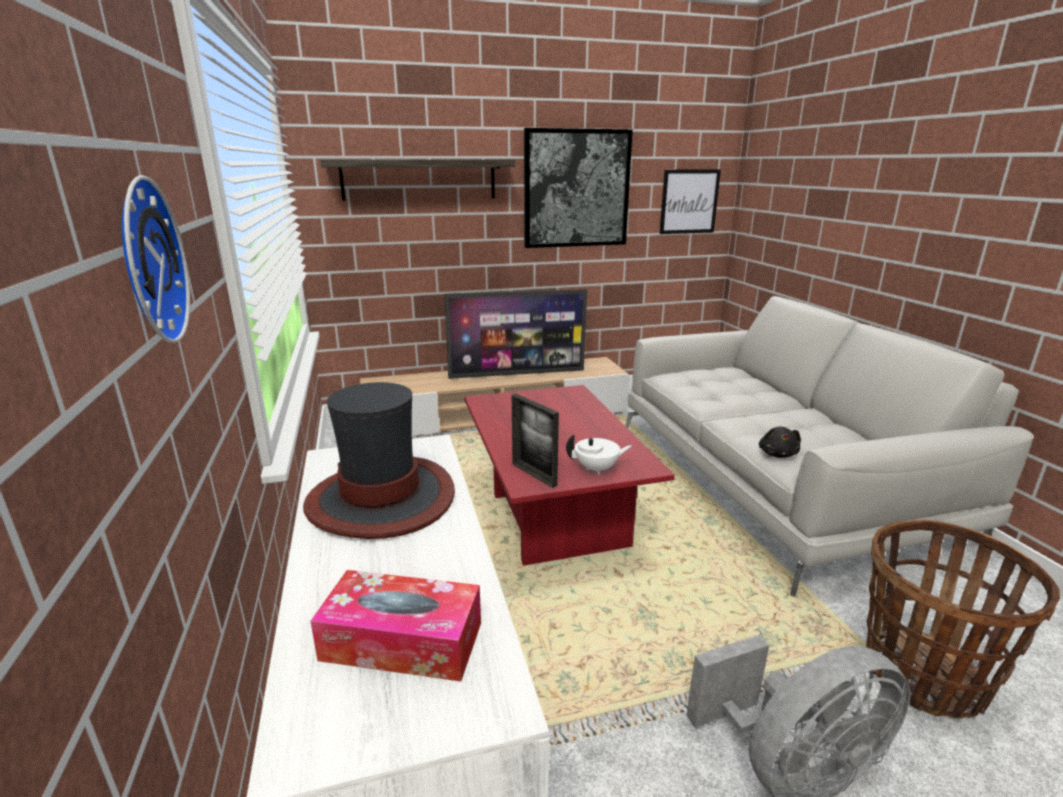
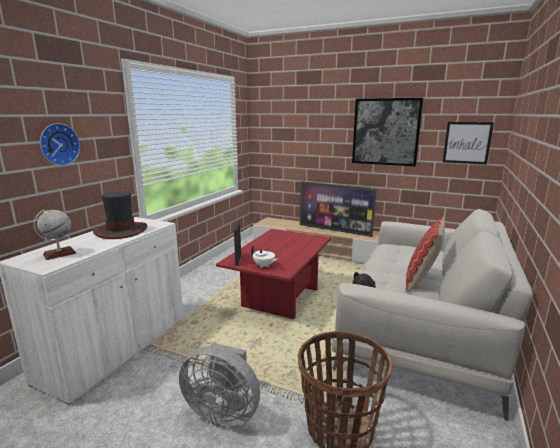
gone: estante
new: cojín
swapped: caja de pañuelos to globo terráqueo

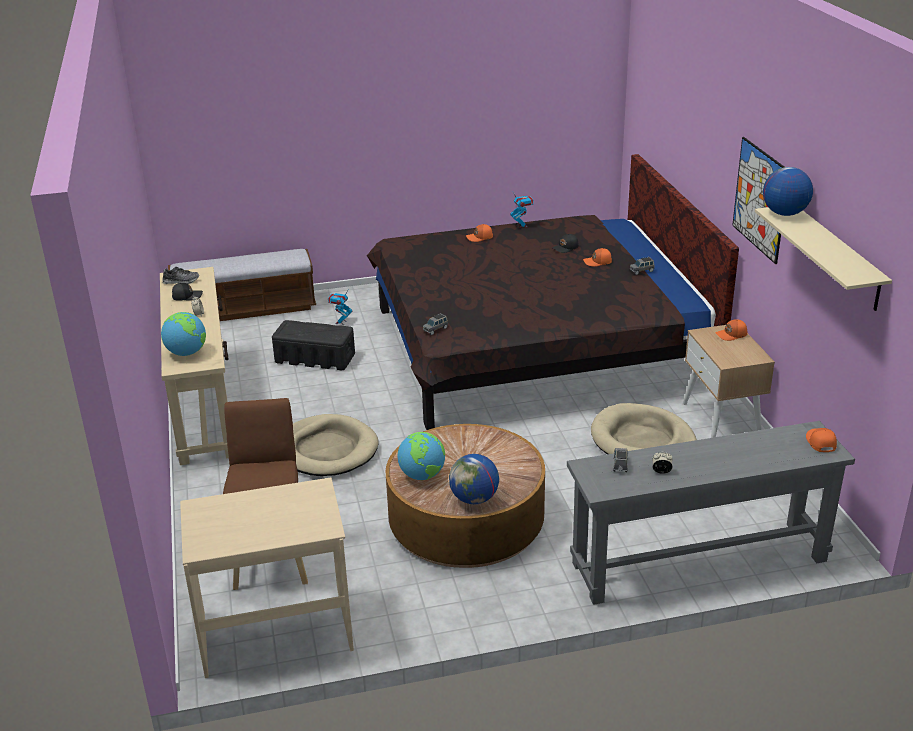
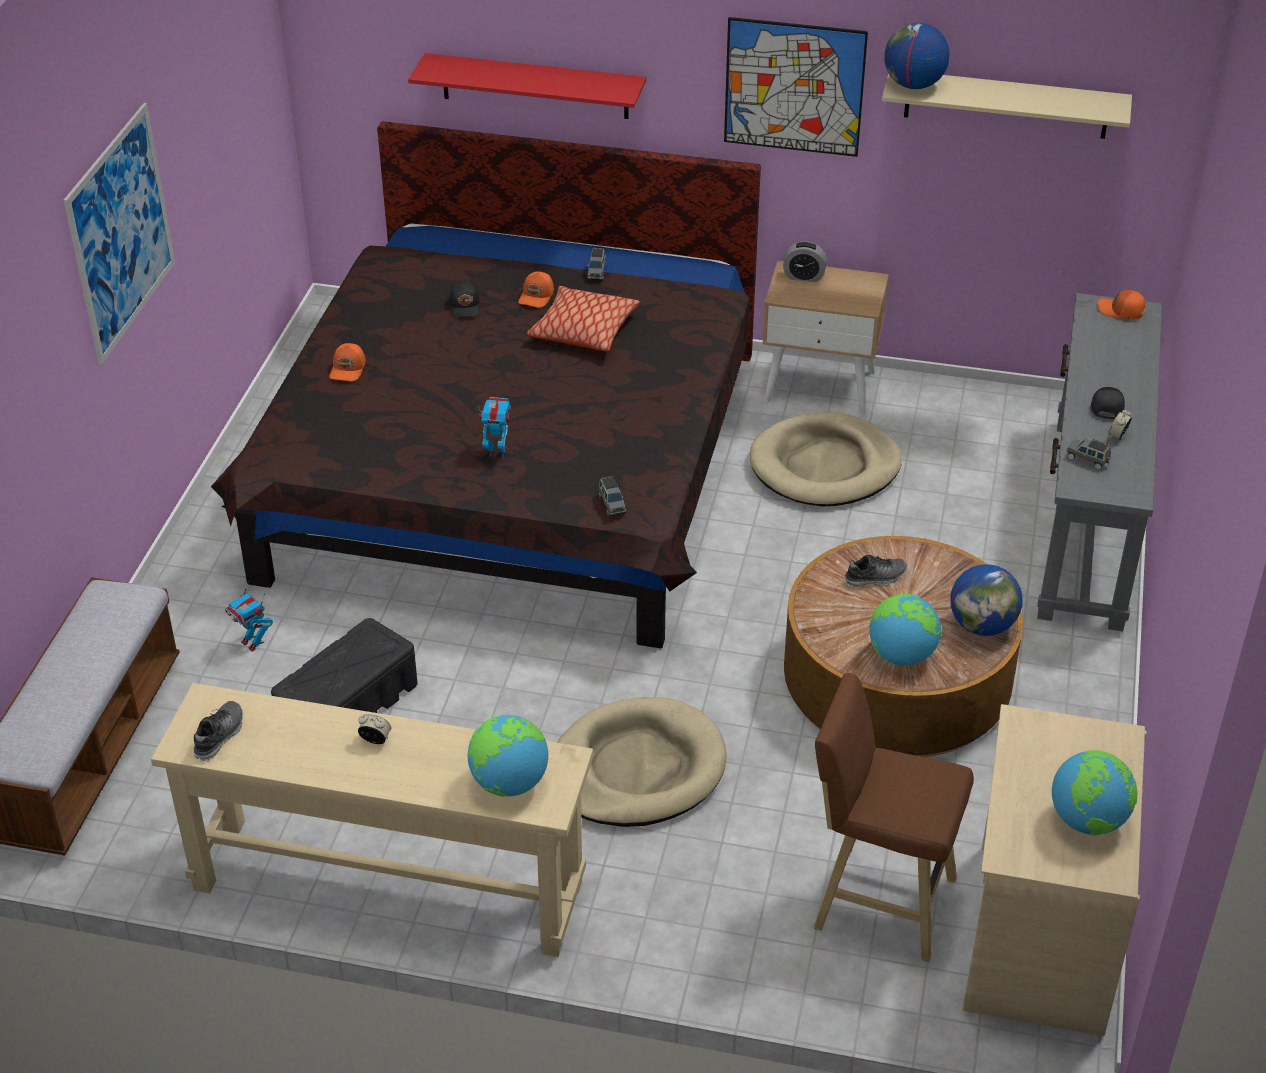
new: cuadro (no. 1 from left); estante/rojo; cojín; zapato (no. 2 from left); globo terráqueo (no. 5 from left)
shifted: gorra/negro (no. 1 from left in the first image) to gorra/negro (no. 2 from left); robot de juguete (no. 2 from left)
swapped: gorra/naranja (no. 3 from left) to despertador (no. 2 from left)

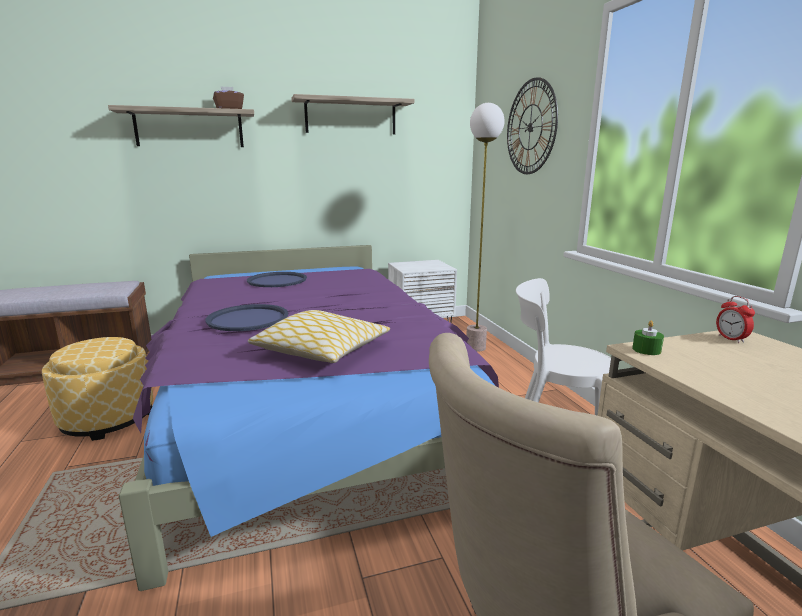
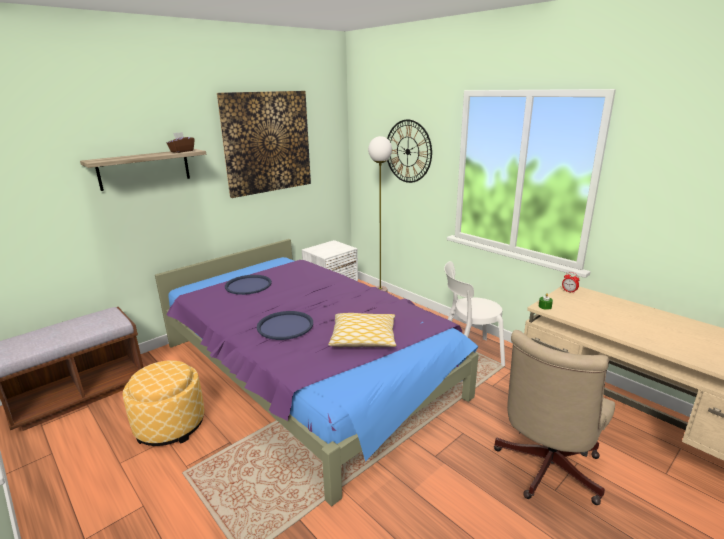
swapped: estante (no. 2 from left) to cuadro

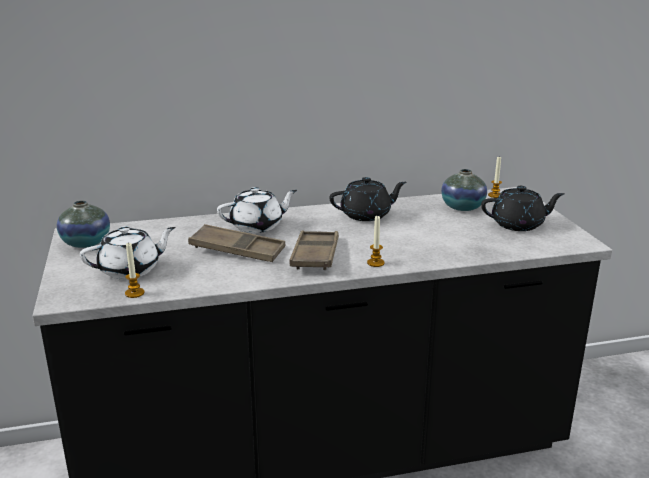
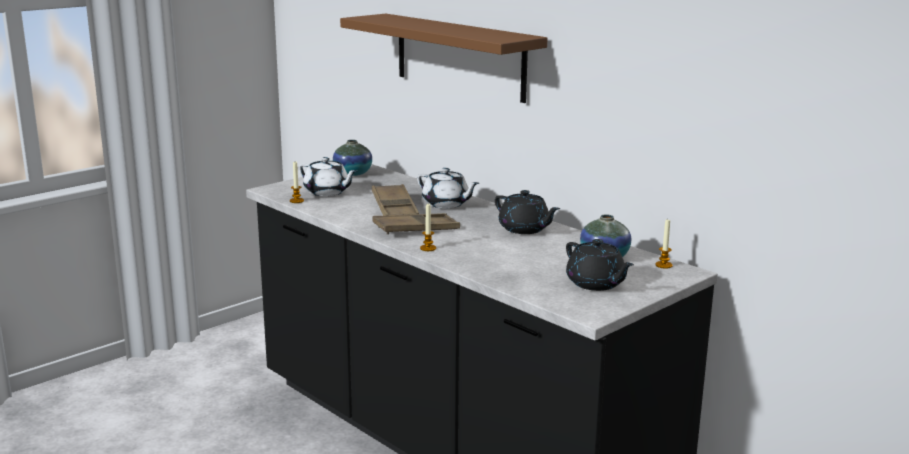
new: estante/marrón

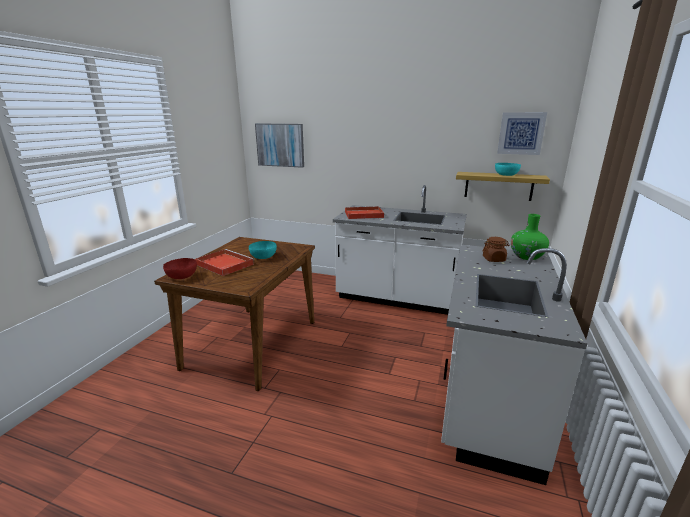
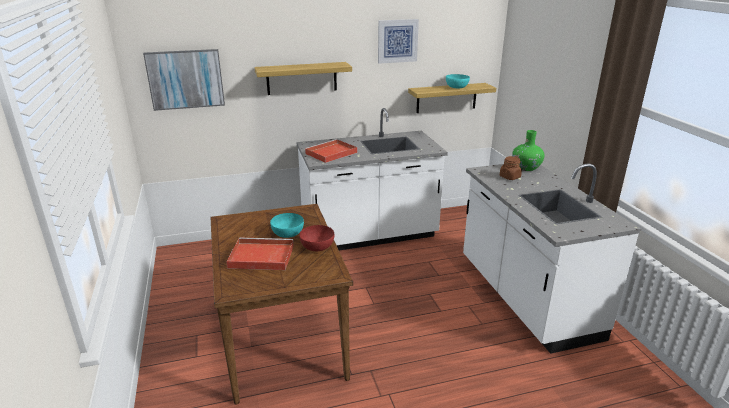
new: estante (no. 1 from left)
shifted: cuenco/rojo; cuadro (no. 2 from left)

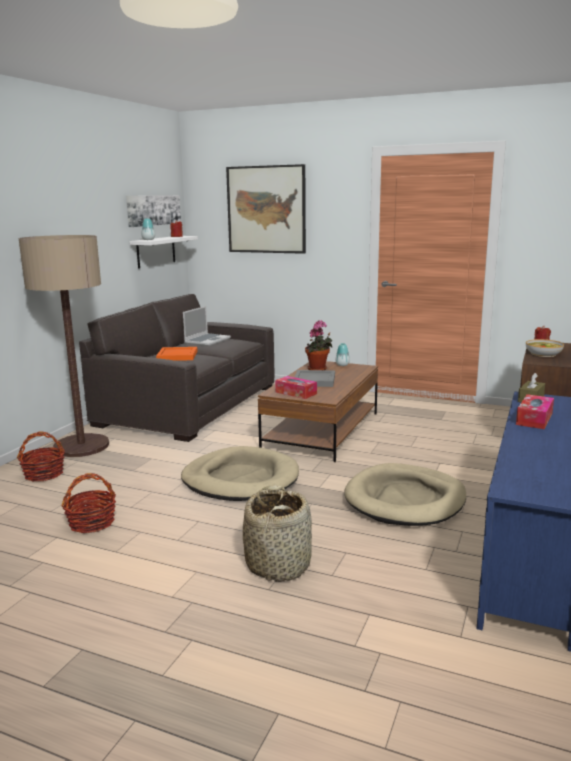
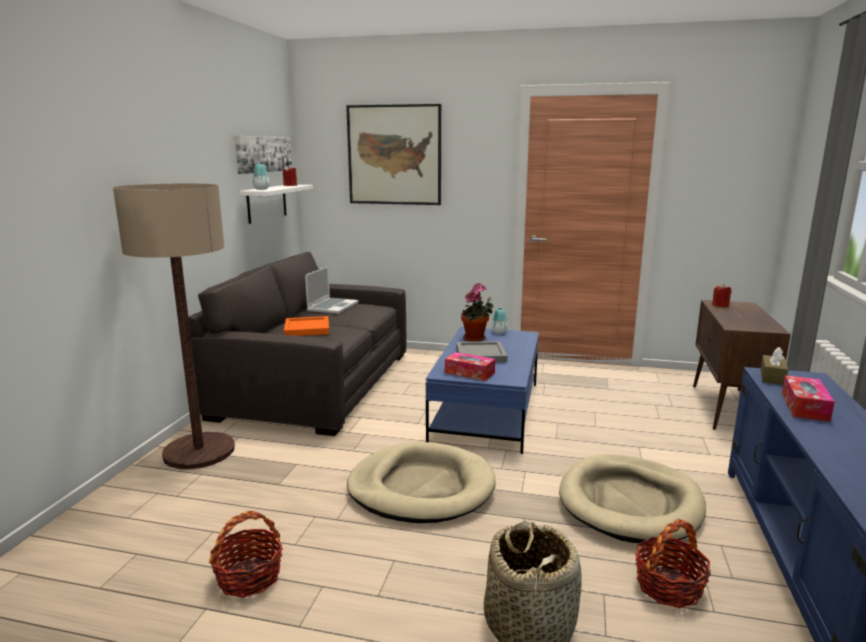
gone: cuenco
shifted: cesta (no. 1 from left in the first image) to cesta (no. 3 from left)
repainted: mesa de centro/marrón to mesa de centro/azul

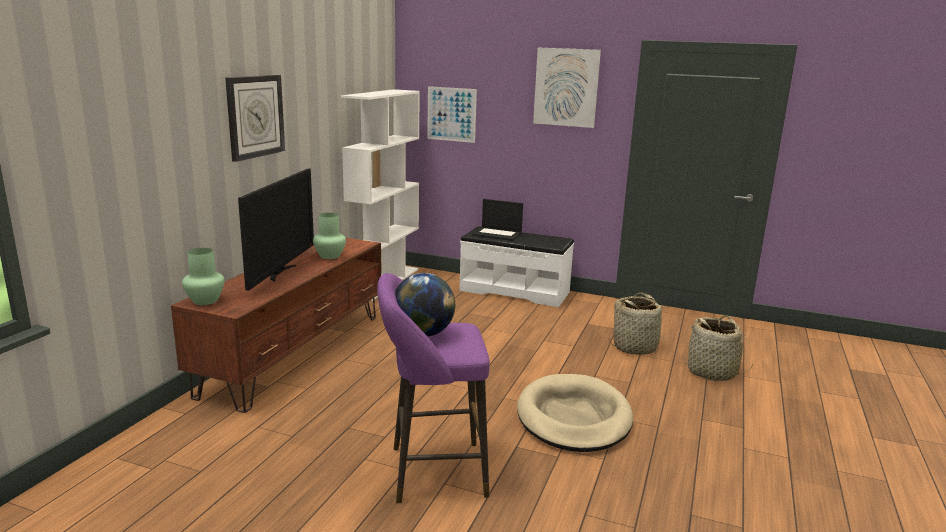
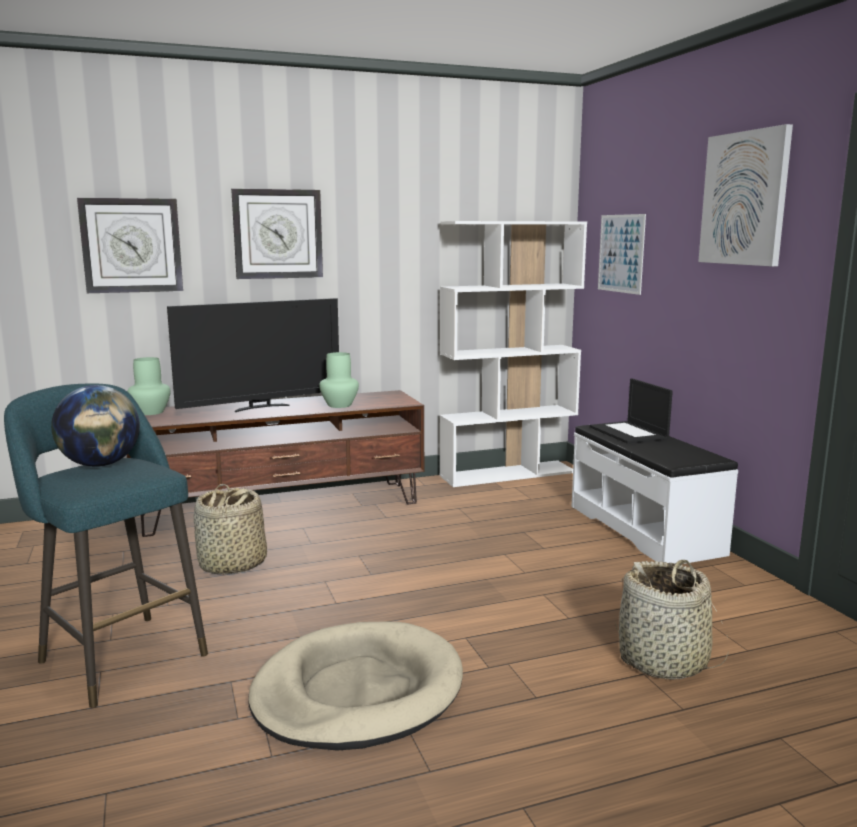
new: reloj de pared (no. 1 from left)
shifted: cesta (no. 2 from left in the first image) to cesta (no. 1 from left)
repainted: taburete/morado to taburete/turquesa

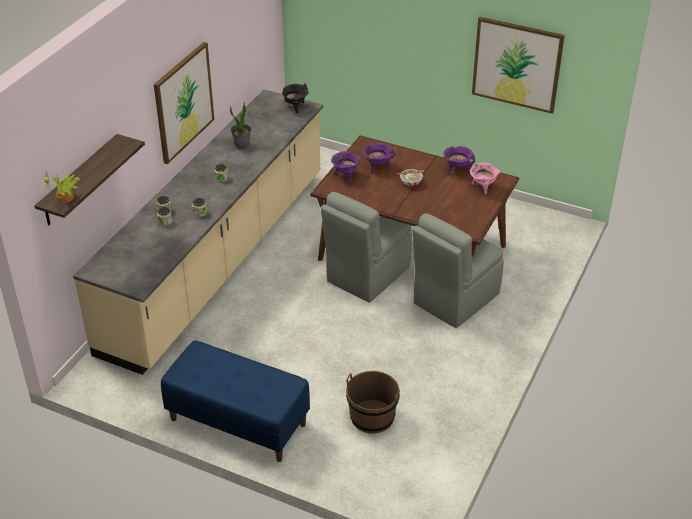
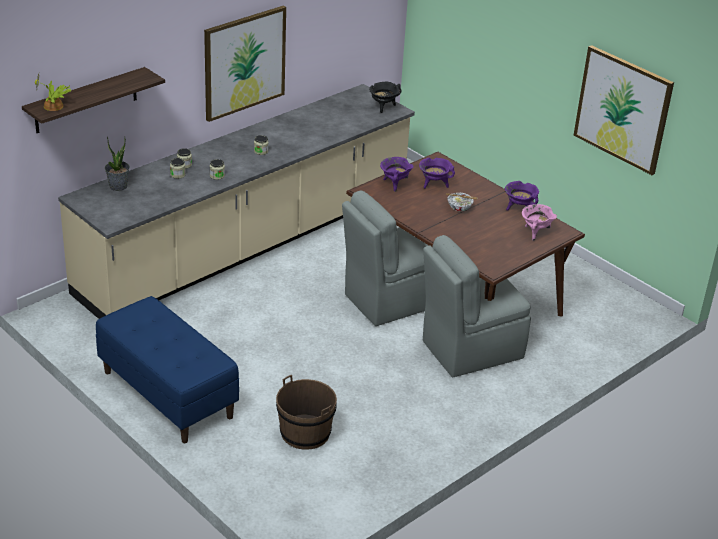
shifted: planta en maceta (no. 2 from left)

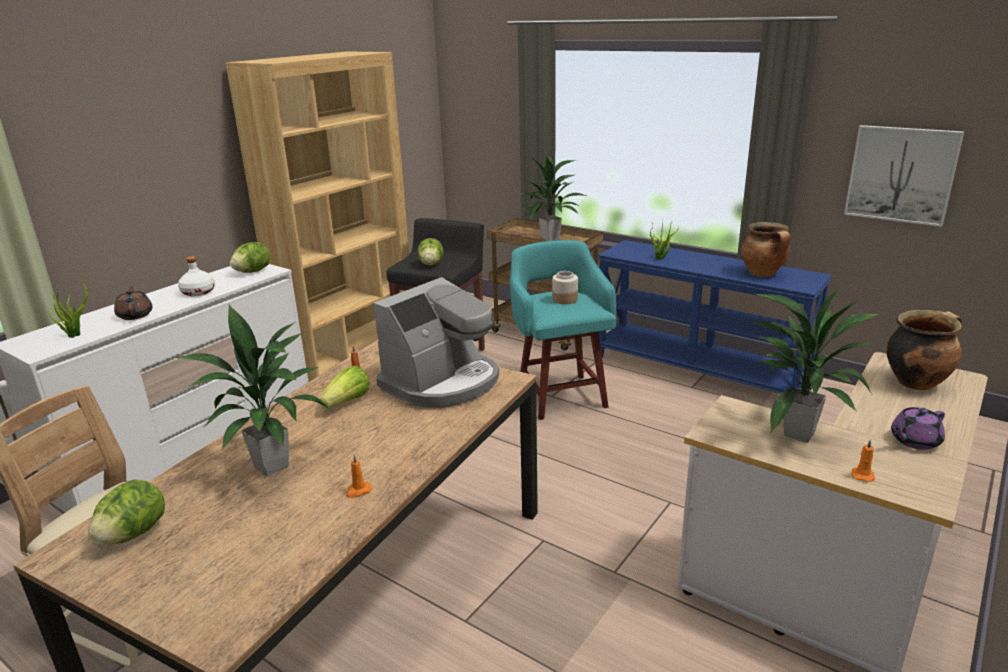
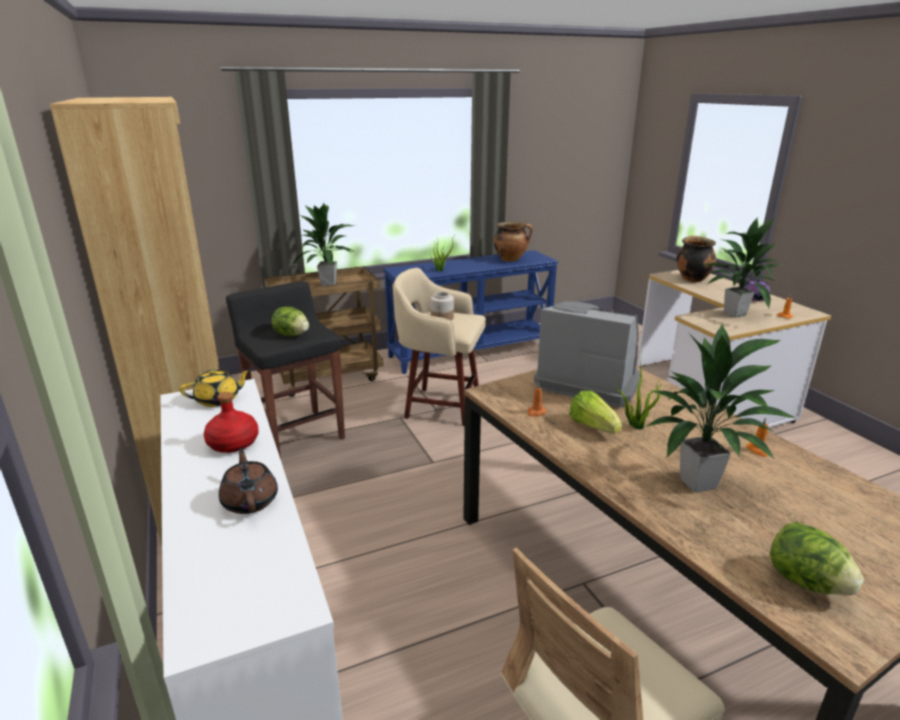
gone: cuadro
shifted: planta en maceta (no. 1 from left in the first image) to planta en maceta (no. 3 from left)
swapped: lechuga (no. 2 from left) to tetera/amarillo
repainted: botella/blanco to botella/rojo; taburete/turquesa to taburete/beis
rotated: tetera/marrón 60 degrees clockwise; cafetera 45 degrees counterclockwise

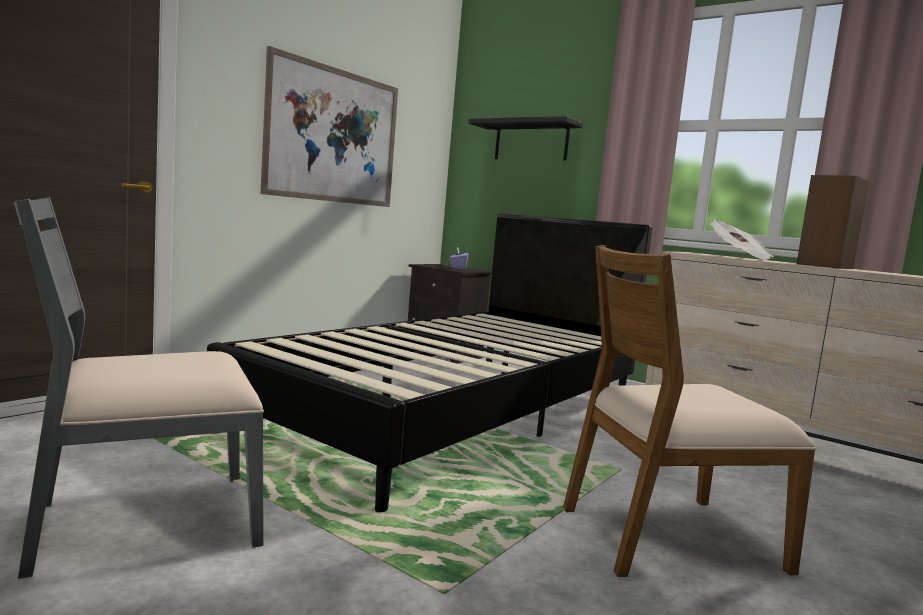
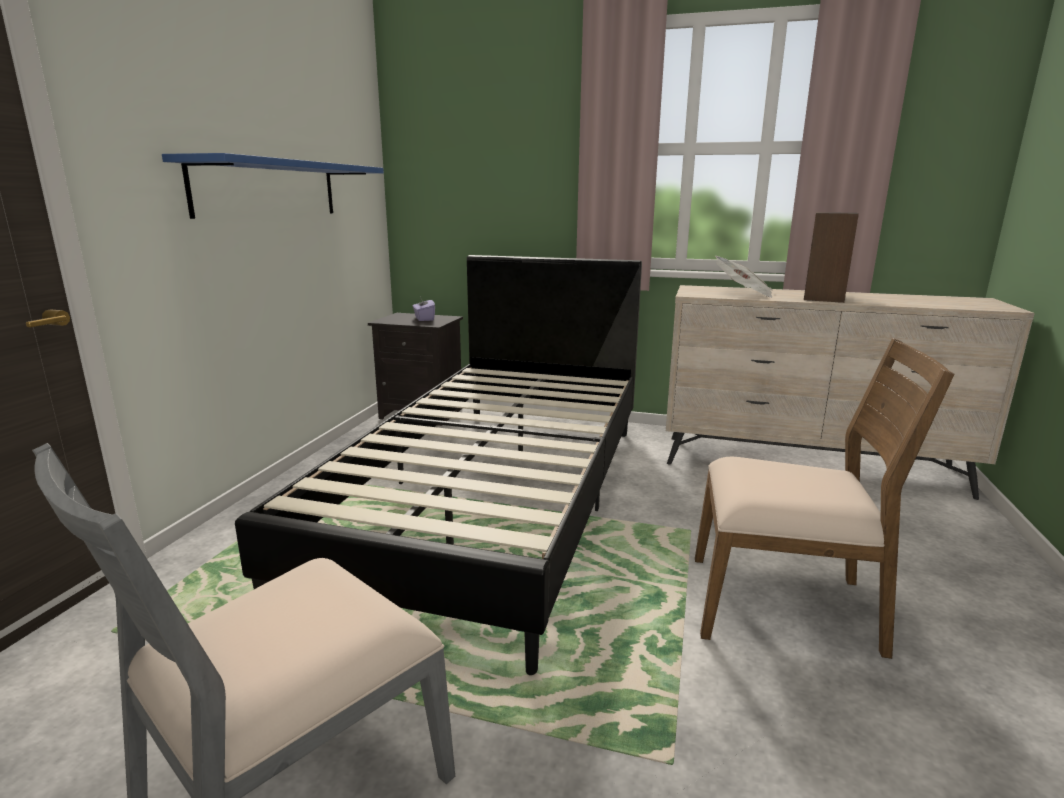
gone: estante/negro
swapped: cuadro to estante/azul
rotated: silla/marrón 135 degrees counterclockwise

